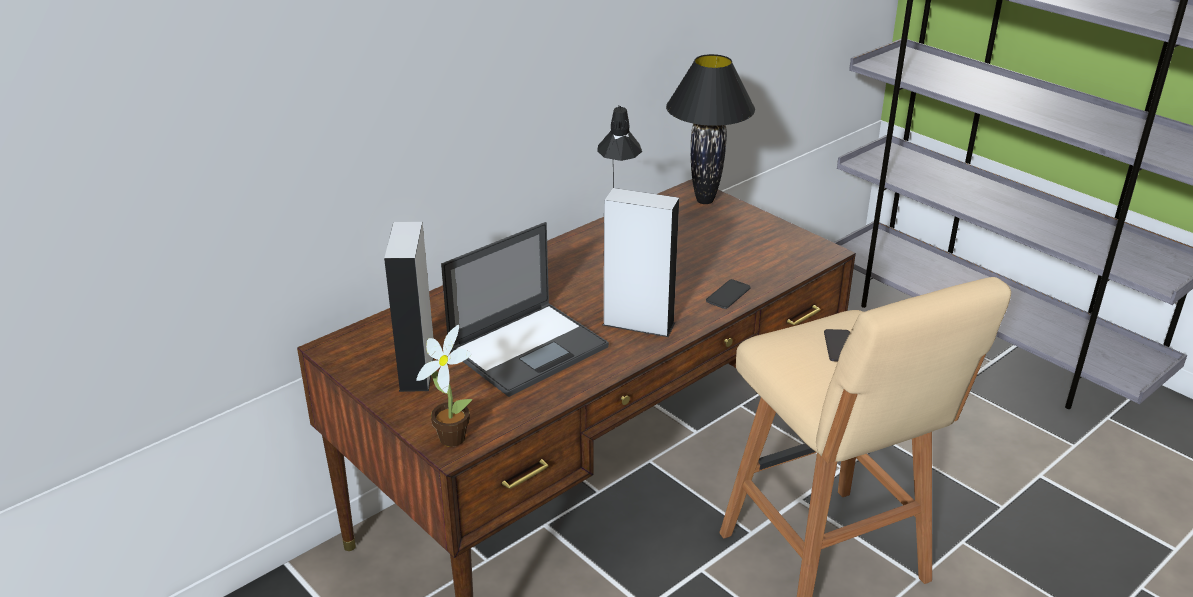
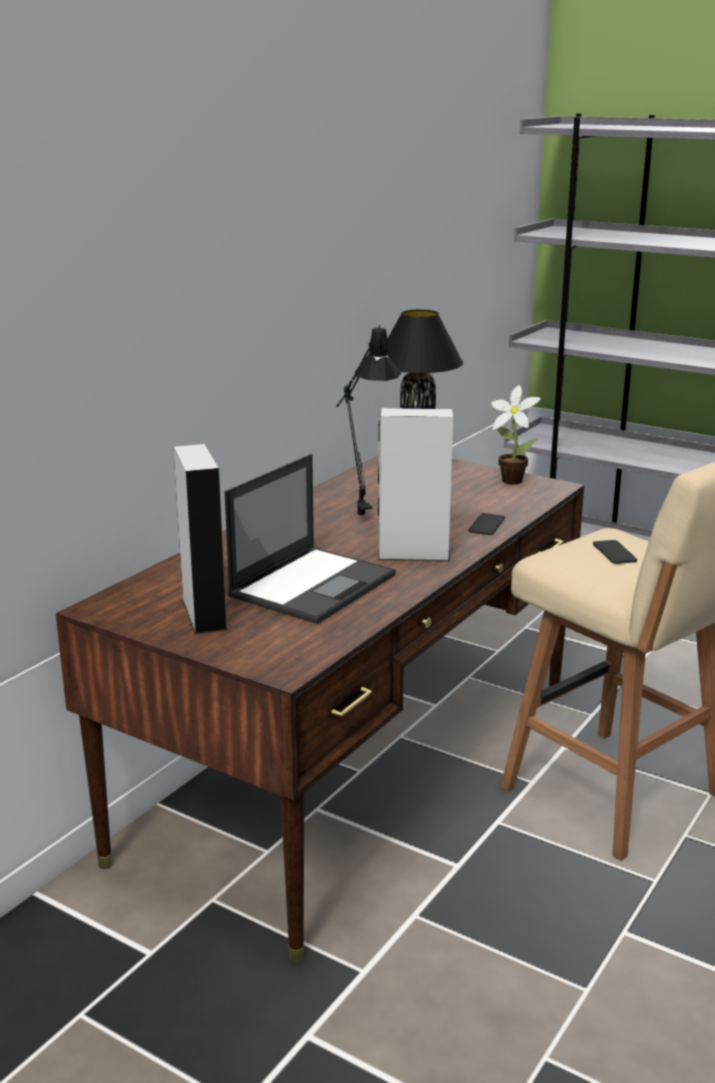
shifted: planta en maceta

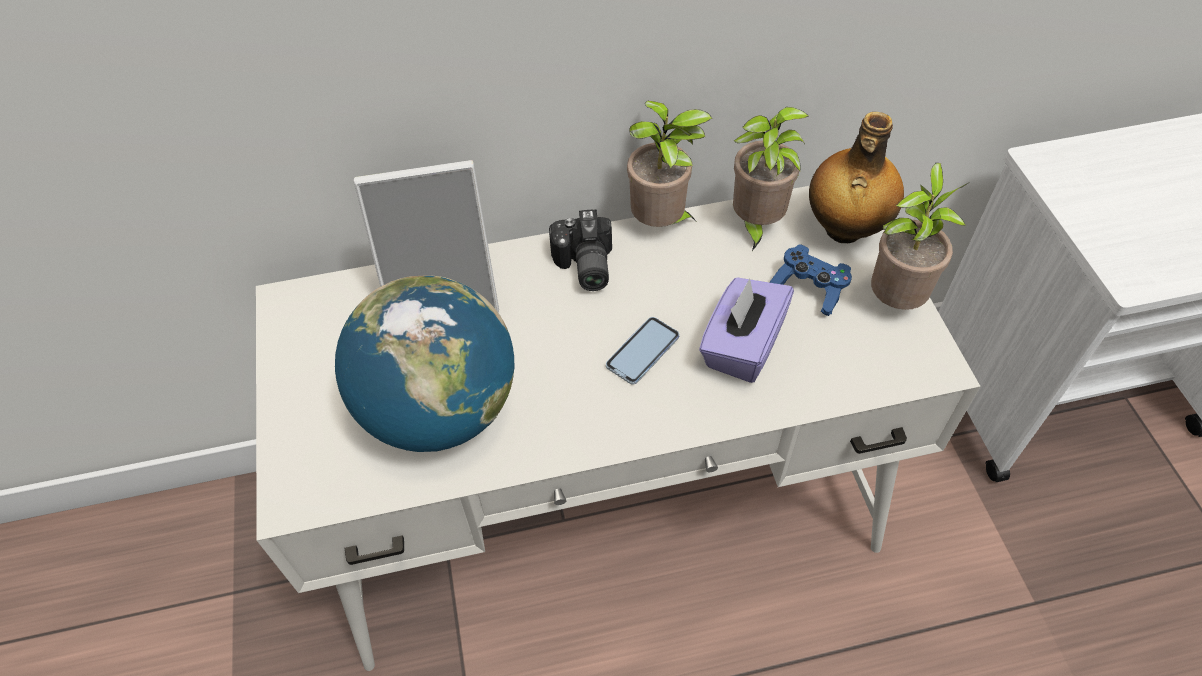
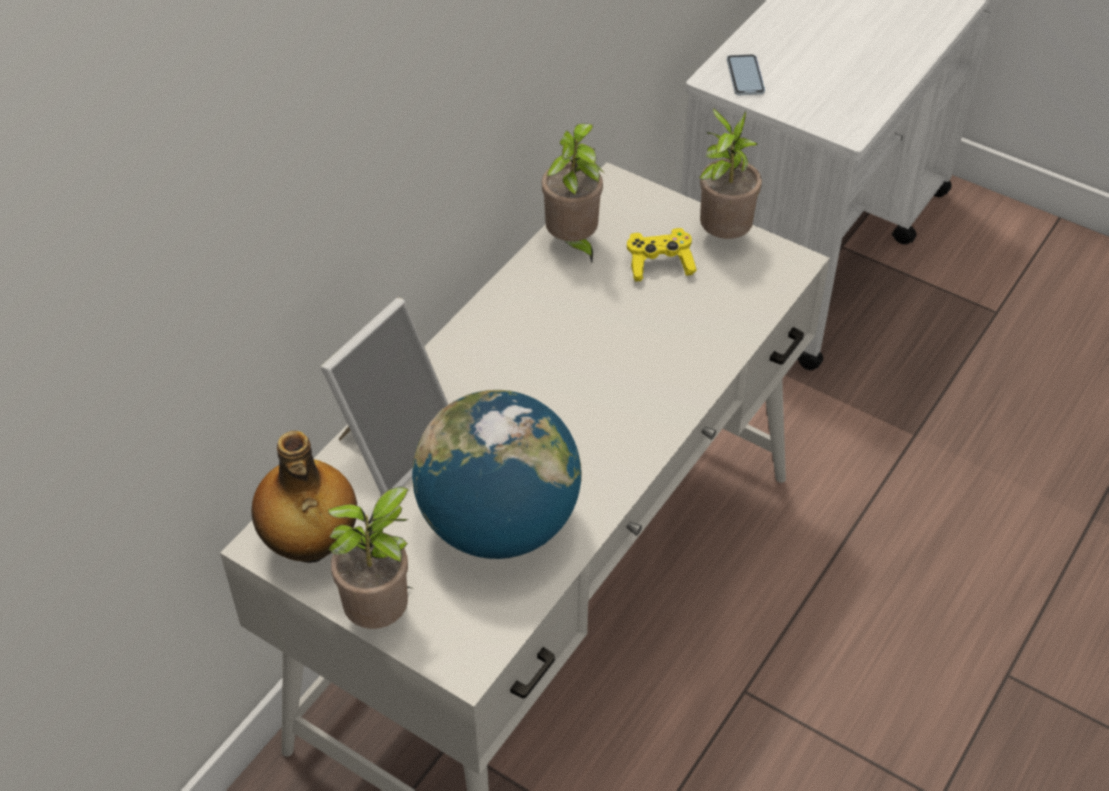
gone: cámara; caja de pañuelos/morado
shifted: móvil; planta en maceta (no. 1 from left); botella
repainted: mando de consola/azul to mando de consola/amarillo

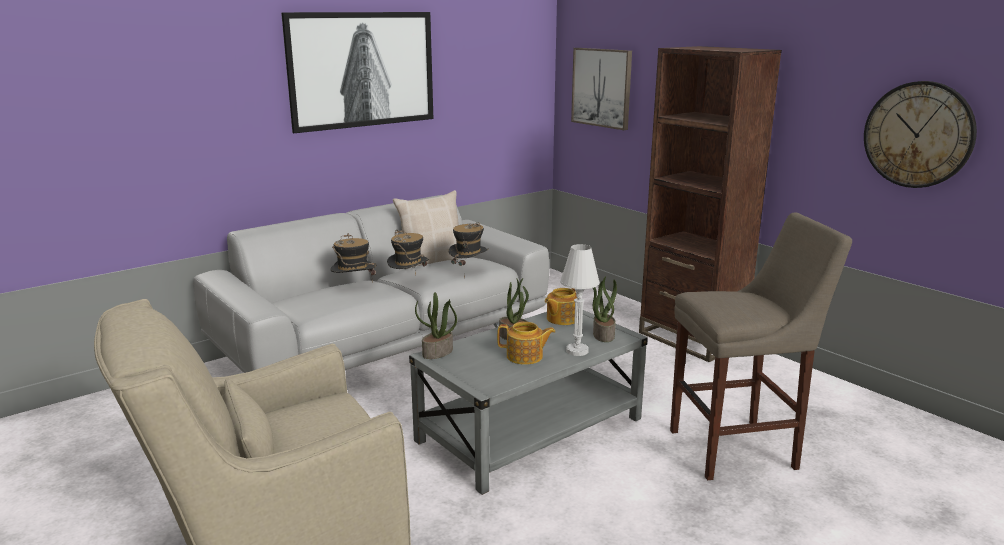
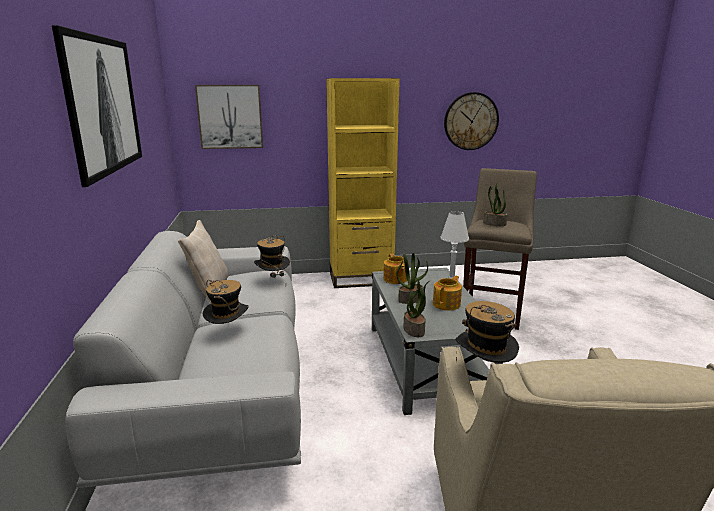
shifted: sombrero (no. 2 from left in the first image) to sombrero (no. 3 from left); planta en maceta (no. 3 from left)
repainted: estantería/marrón to estantería/amarillo

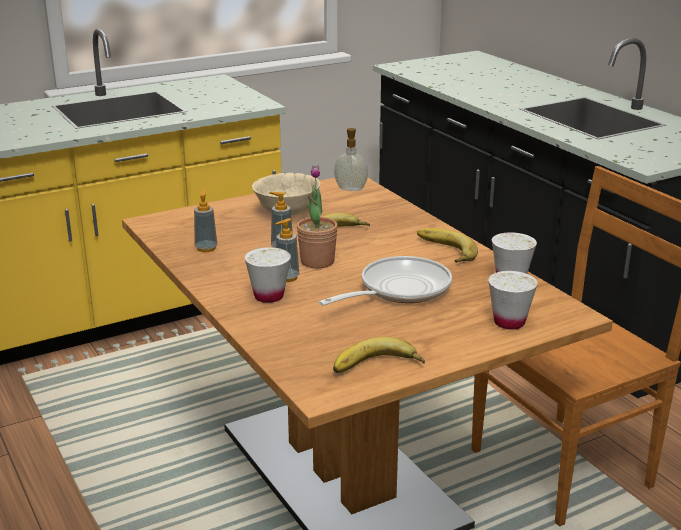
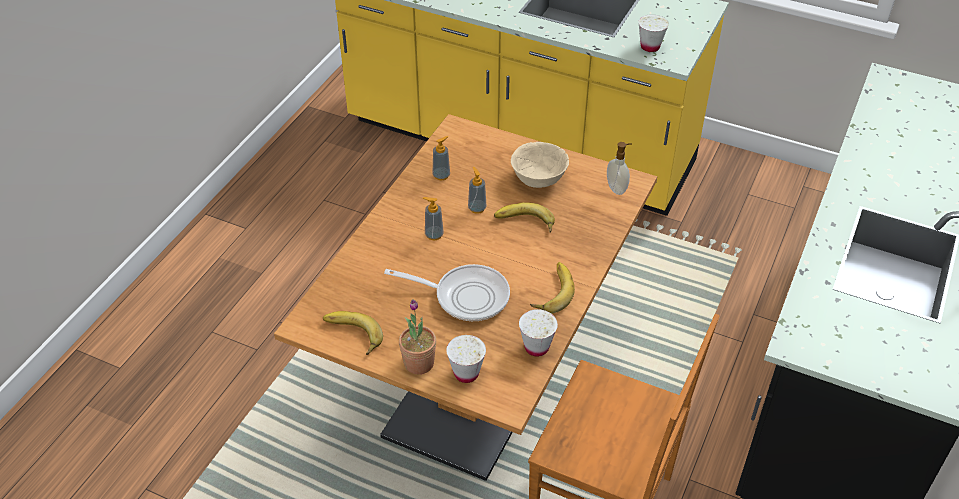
shifted: taza/blanco (no. 1 from left in the first image) to taza/blanco (no. 3 from left); planta en maceta

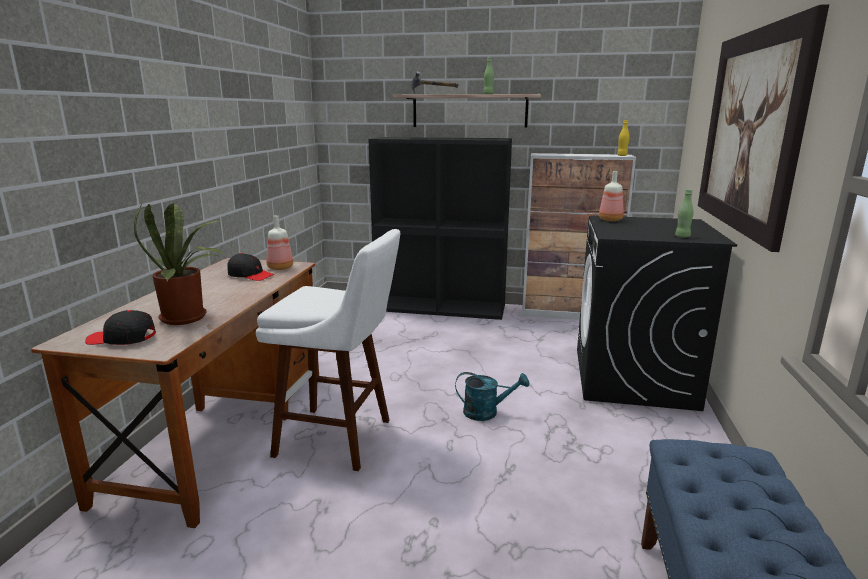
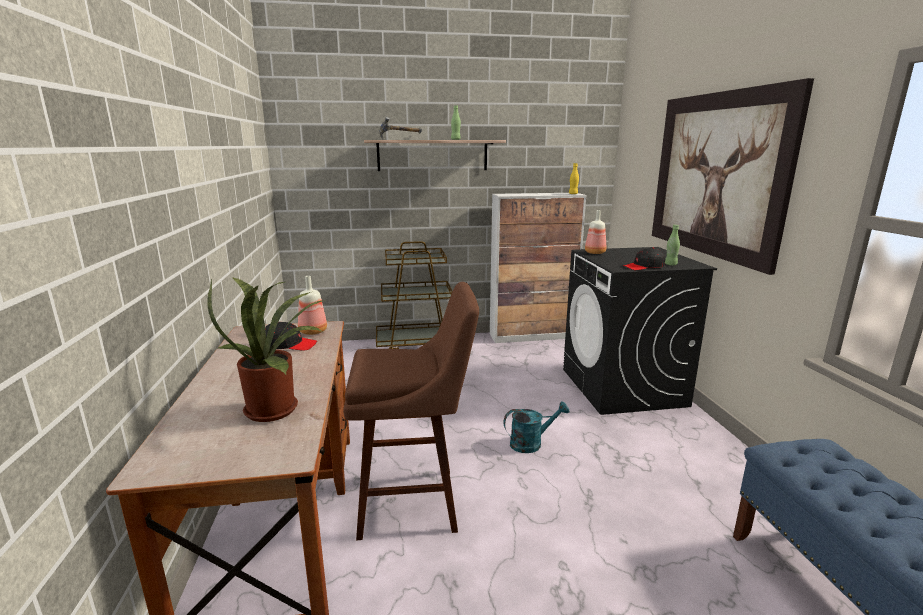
shifted: gorra/negro (no. 1 from left in the first image) to gorra/negro (no. 2 from left)
swapped: estantería/negro to carrito/marrón
repainted: taburete/blanco to taburete/marrón

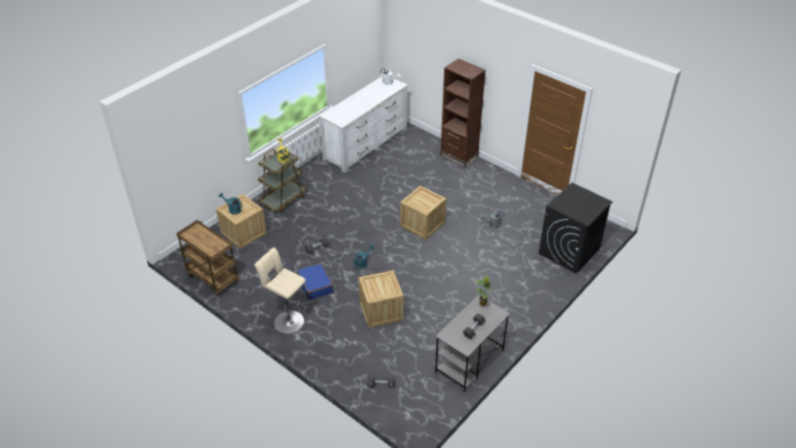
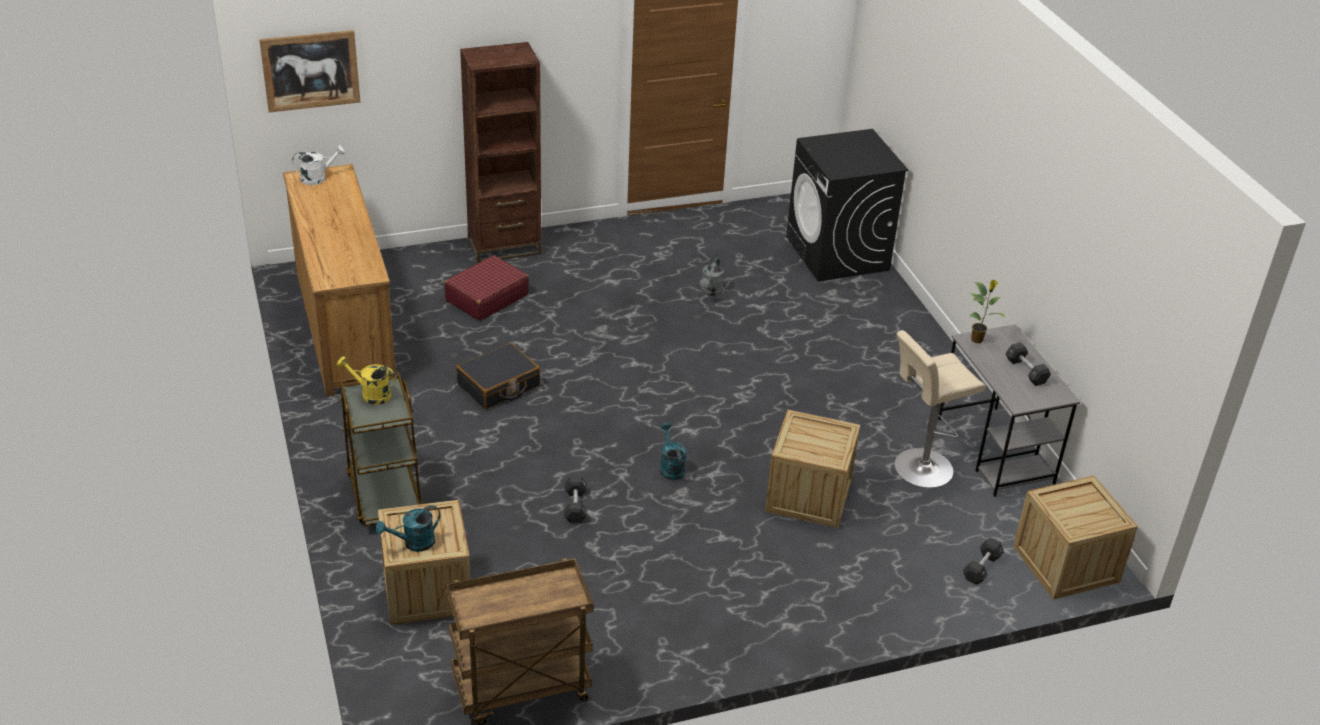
gone: maleta/azul
new: cuadro; maleta/rojo; maleta/negro
shifted: taburete/beis; caja de embalaje (no. 3 from left)
repainted: cómoda/blanco to cómoda/marrón

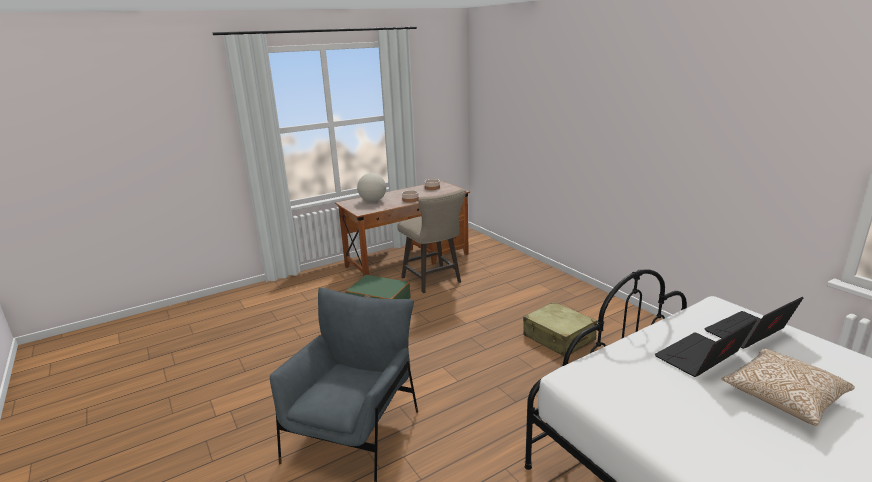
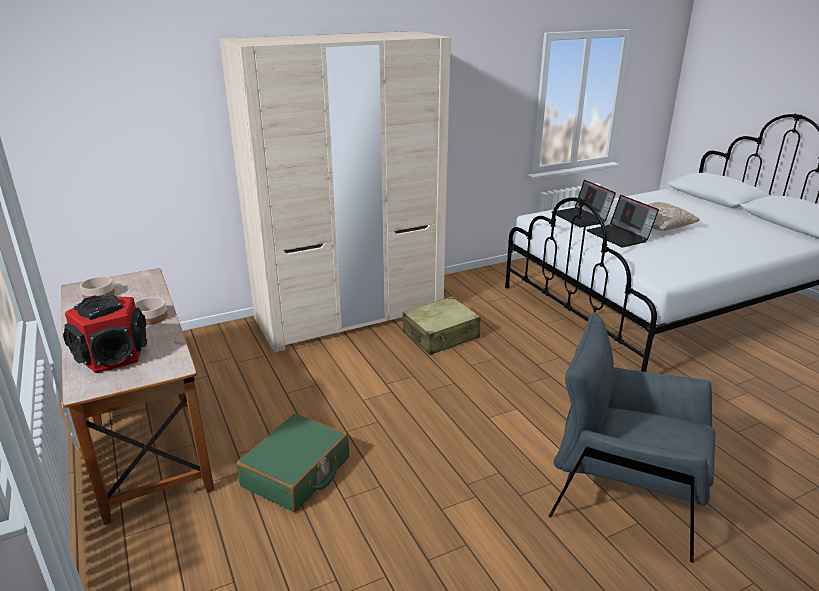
gone: taburete/beis
new: armario ropero/beis
swapped: globo terráqueo to altavoz

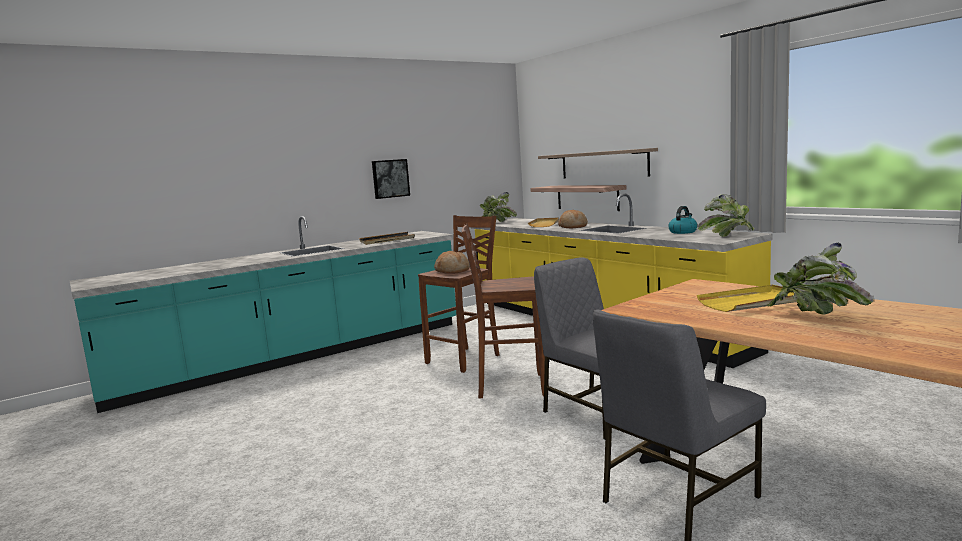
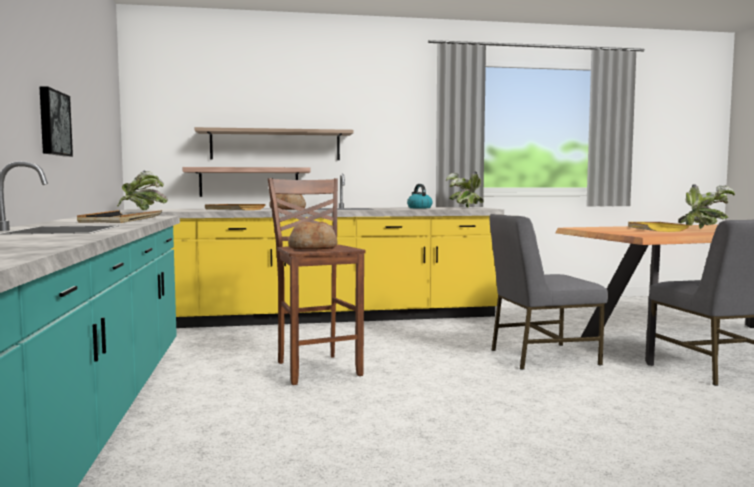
gone: taburete/marrón (no. 2 from left)

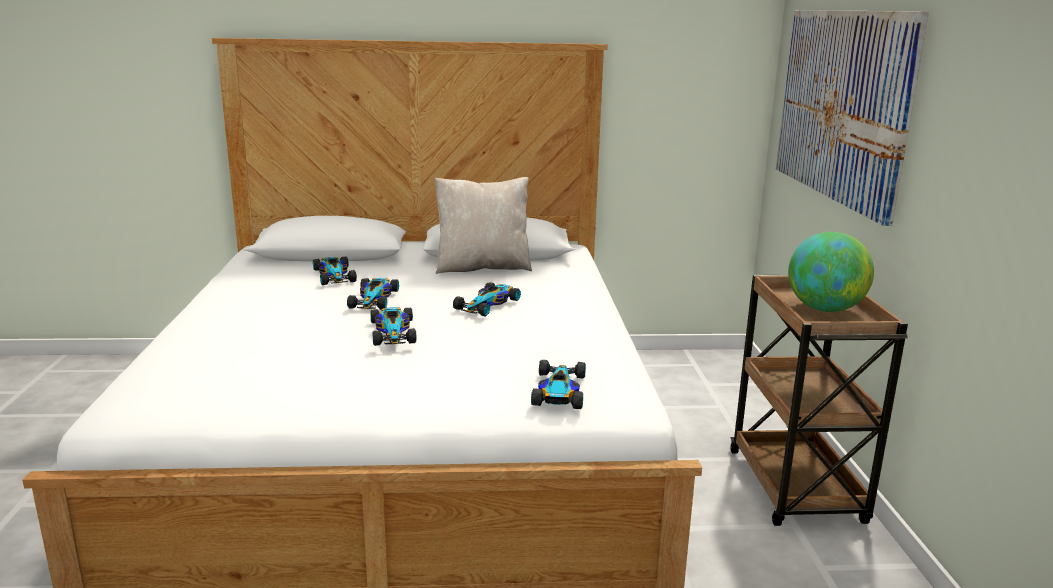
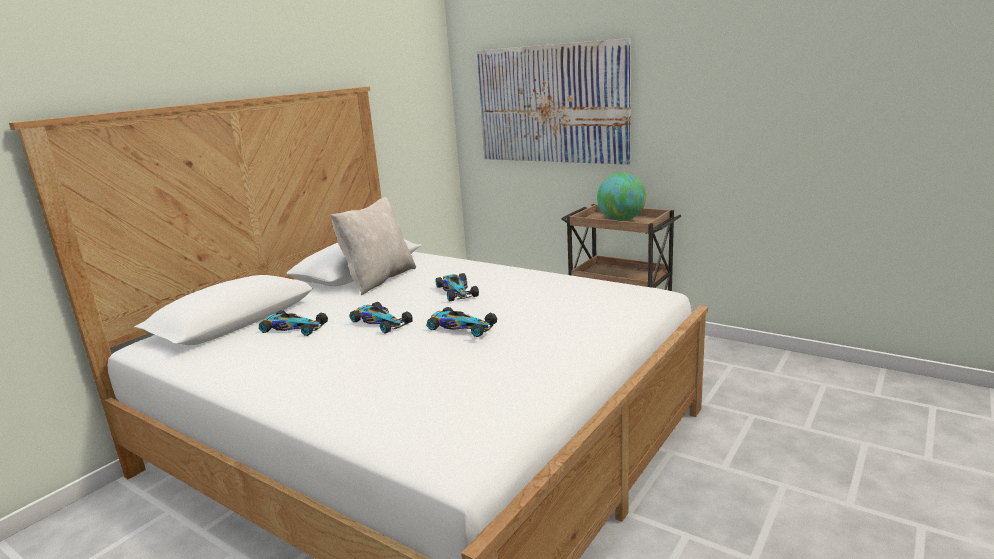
gone: coche de juguete (no. 5 from left)

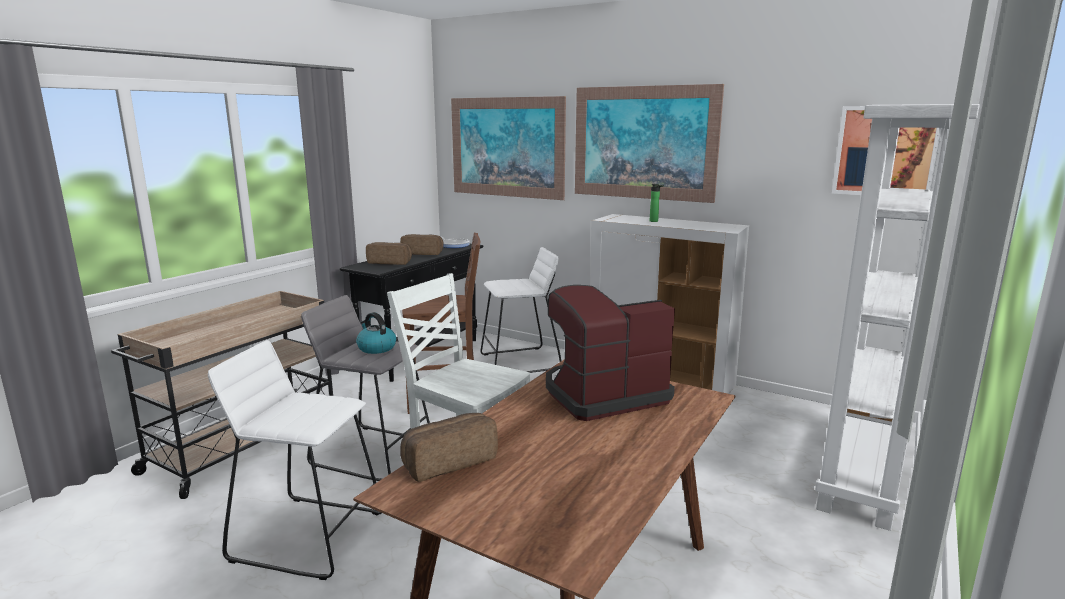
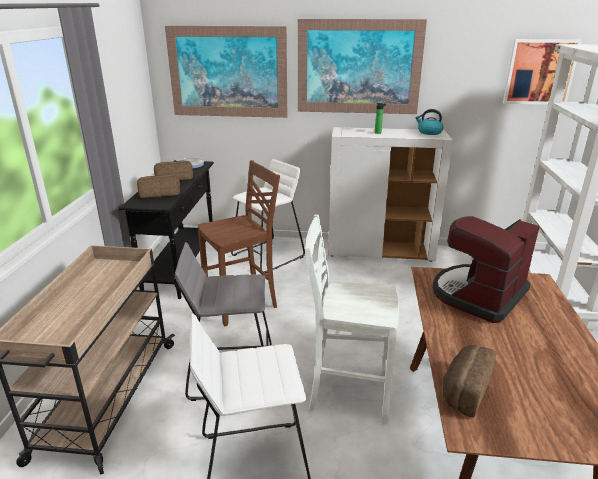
shifted: hervidor

